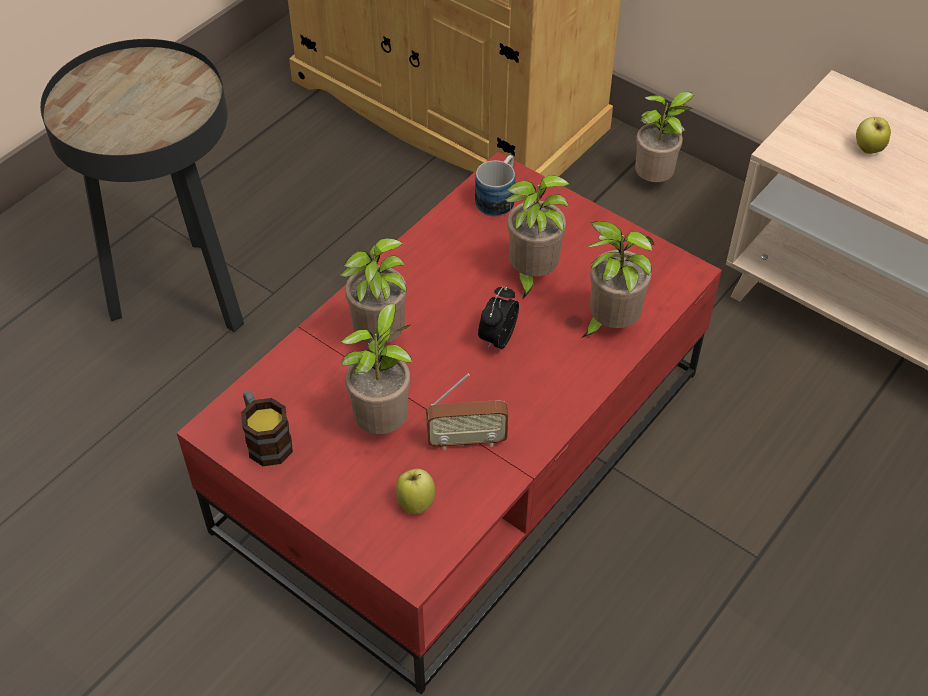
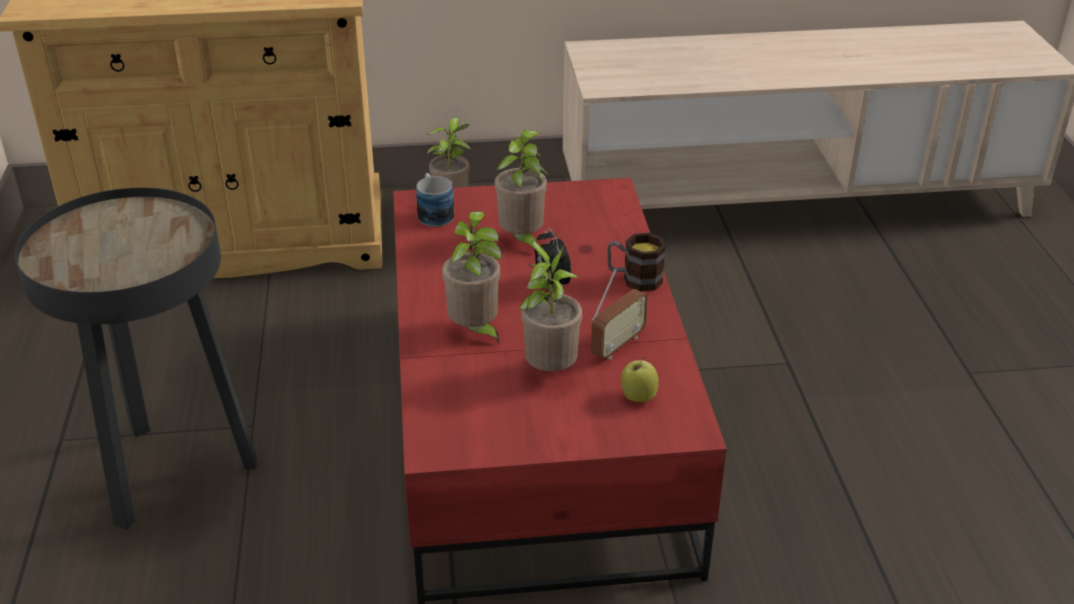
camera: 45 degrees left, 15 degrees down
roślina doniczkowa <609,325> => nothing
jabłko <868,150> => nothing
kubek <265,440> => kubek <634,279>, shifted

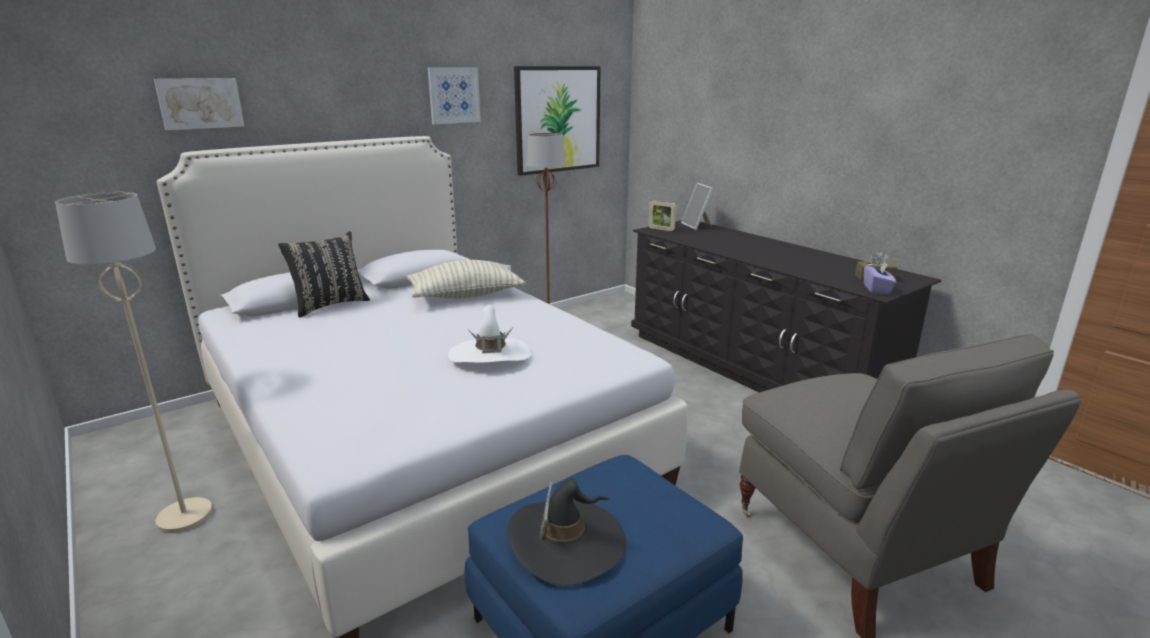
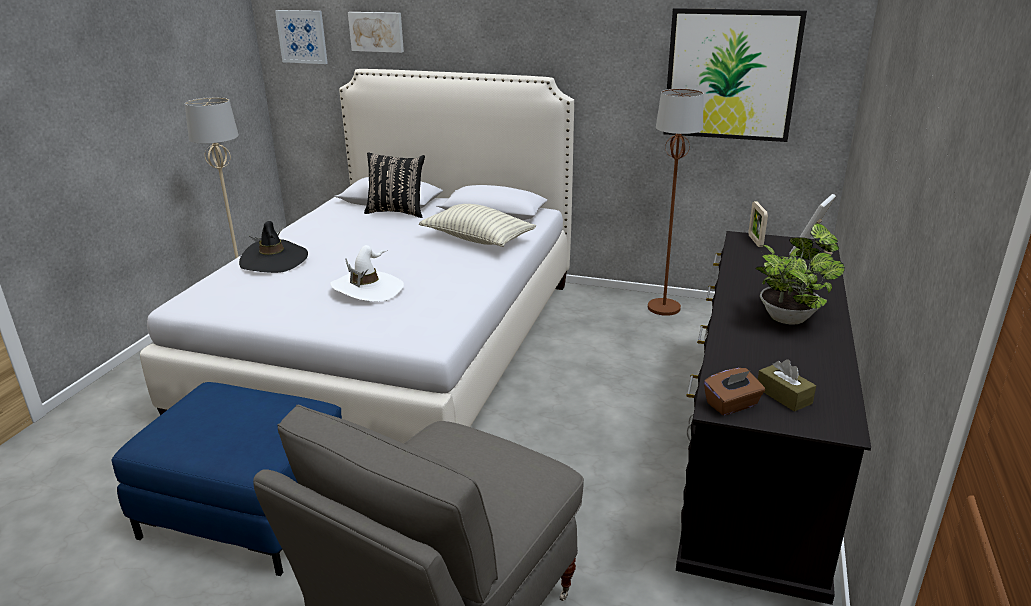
camera: 55 degrees right, 5 degrees up
nothing => roślina doniczkowa <789,317>
obraz <454,95> => obraz <302,36>, shifted
kapelusz (czarny) <567,542> => kapelusz (czarny) <274,260>, shifted
pudełko chusteczek (fioletowy) <877,289> => pudełko chusteczek (brązowy) <732,405>

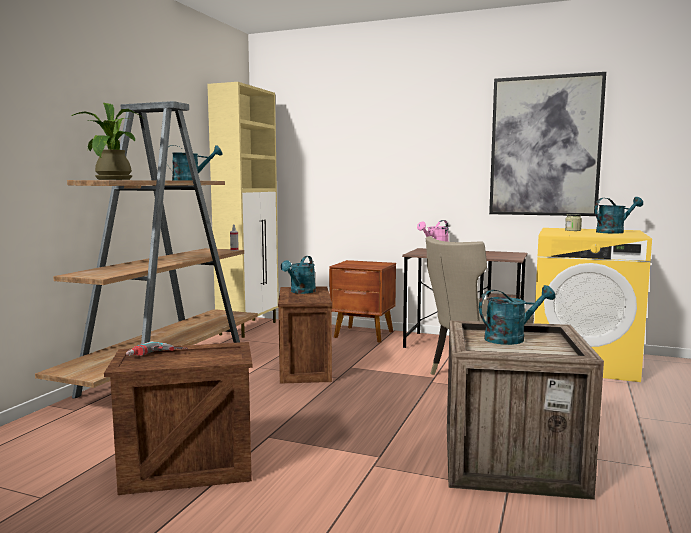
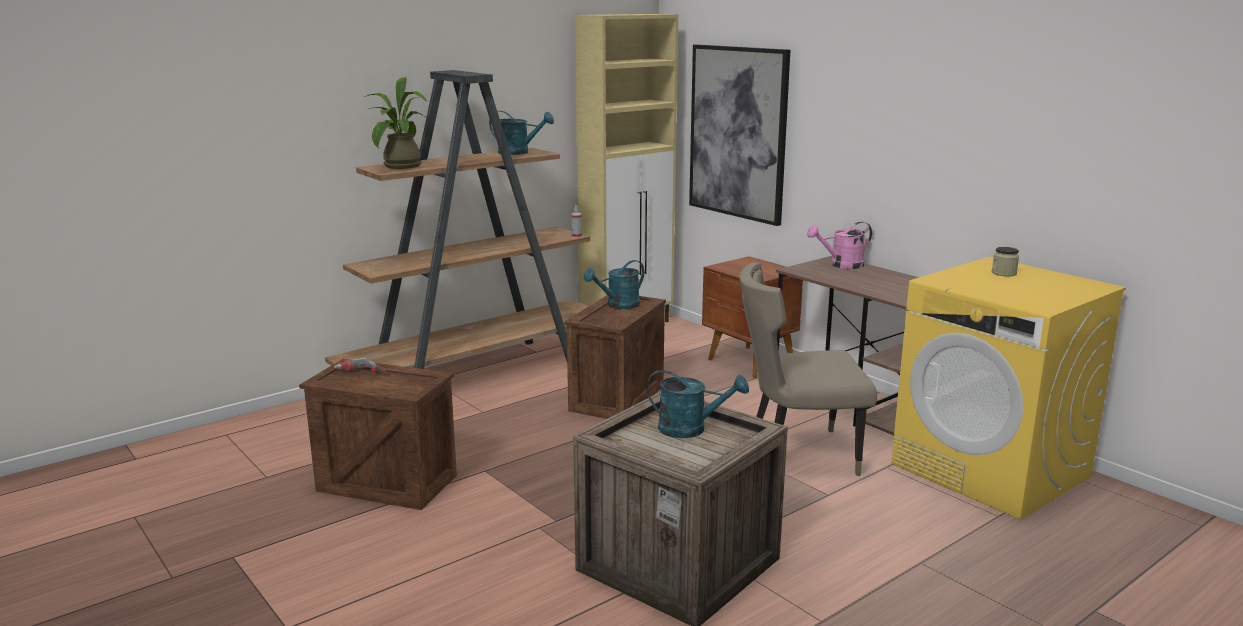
camera: 30 degrees right, 10 degrees up
konewka (turkusowy) <614,232> => nothing
obraz <545,146> => obraz <738,132>, shifted

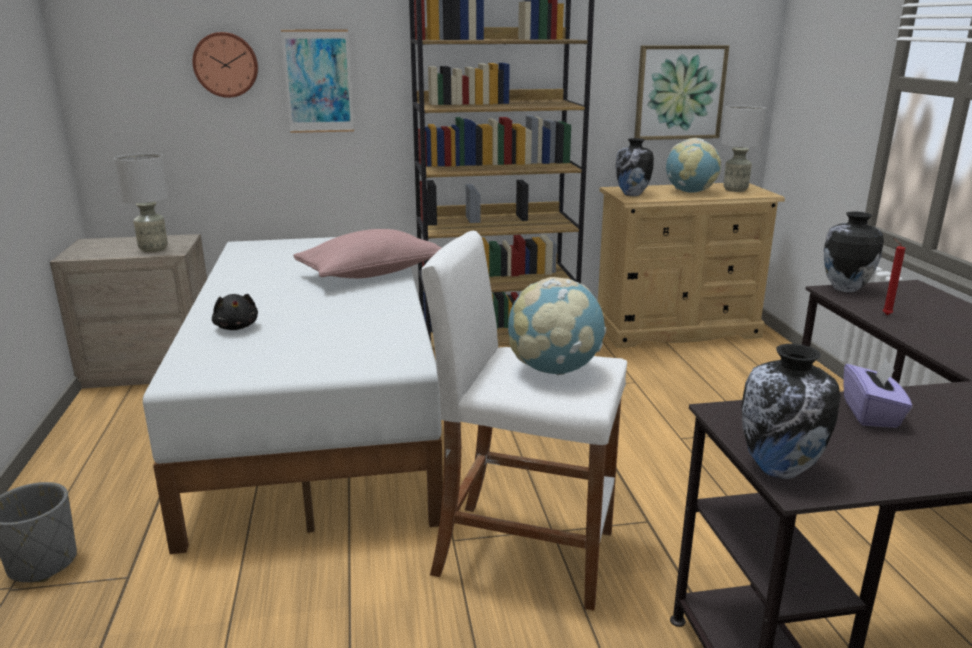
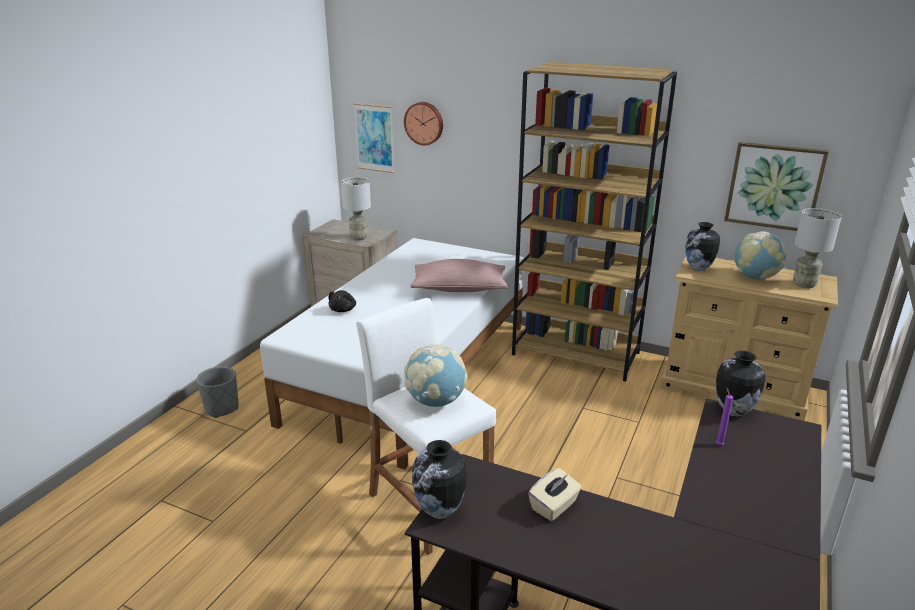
camera: 35 degrees right, 5 degrees up
obraz <318,81> => obraz <374,138>, shifted
pudełko chusteczek (fioletowy) <871,414> => pudełko chusteczek (beżowy) <554,506>
świeca (czerwony) <885,314> => świeca (fioletowy) <718,444>

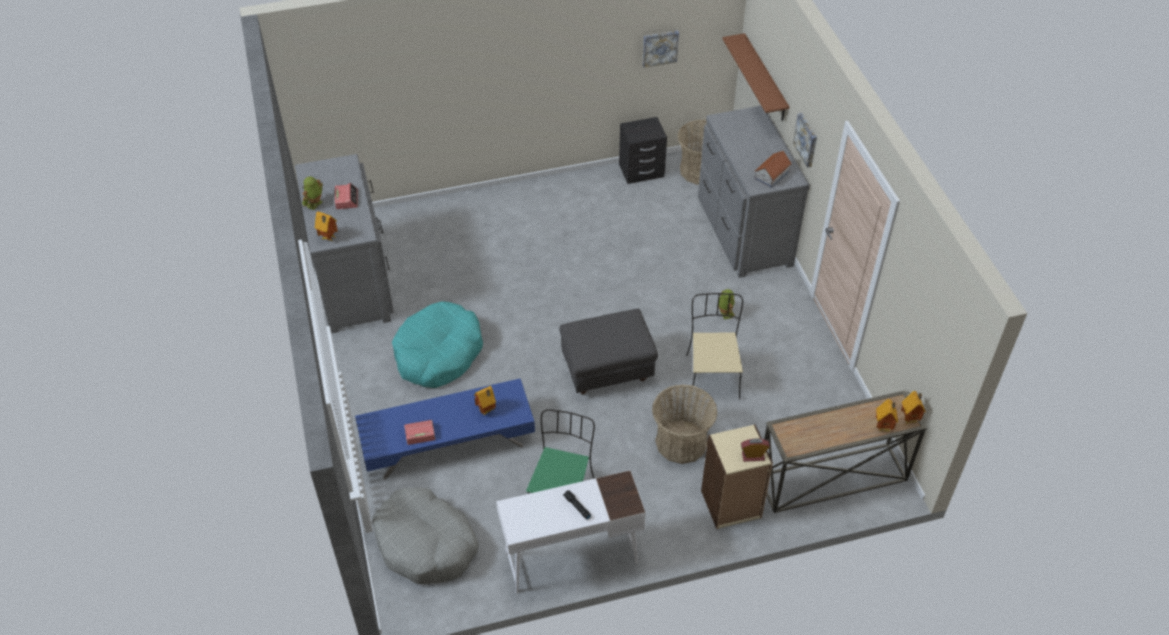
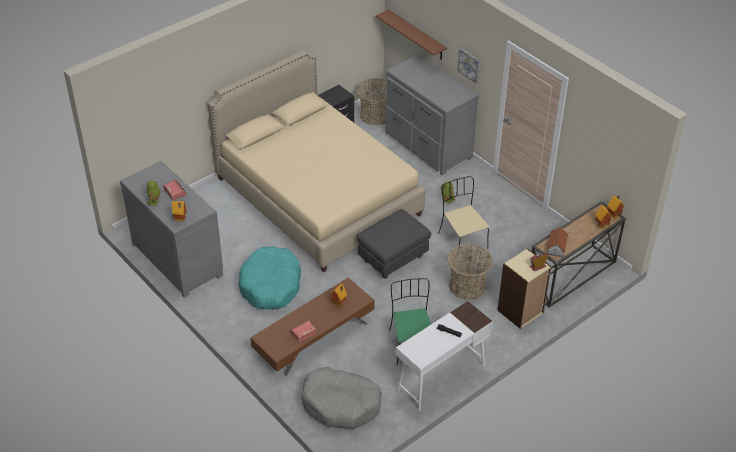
camera: 25 degrees left, 5 degrees down
obraz <659,47> => nothing
nothing => łóżko (beżowy) <318,196>
domek <771,175> => domek <556,247>, shifted
ława (niebieski) <447,442> => ława (brązowy) <314,338>

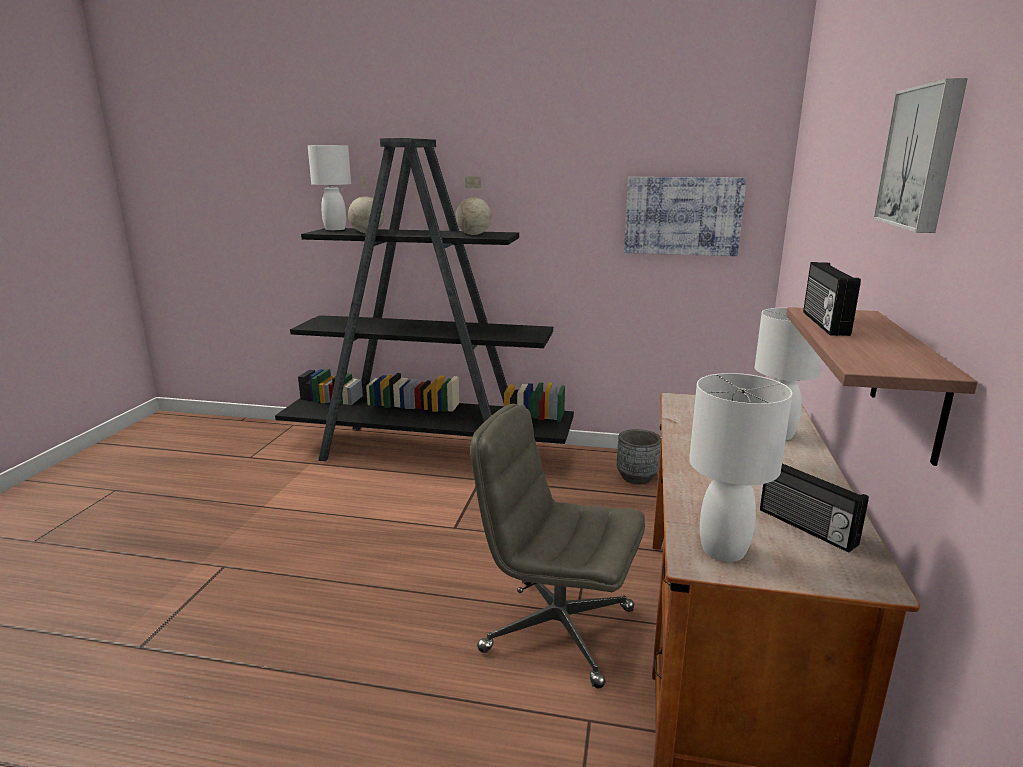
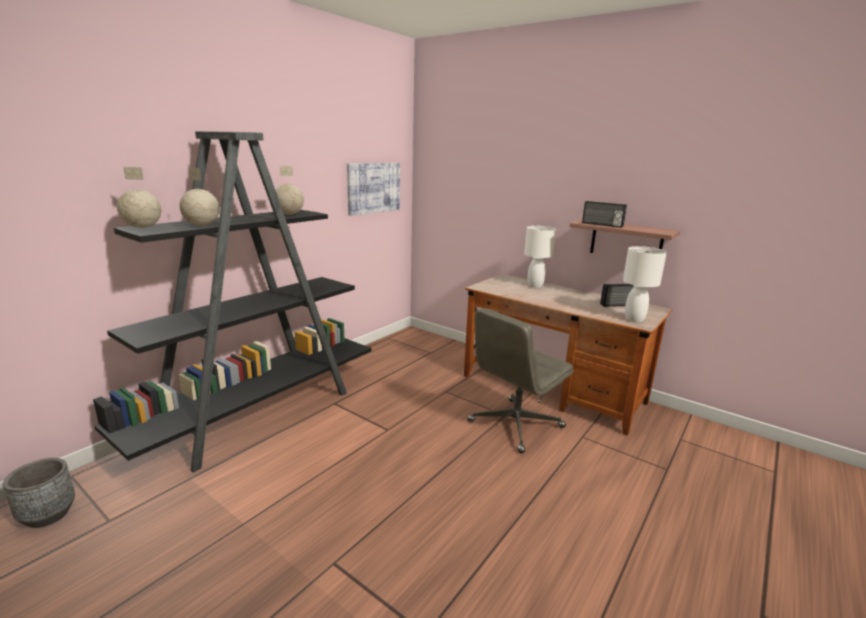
camera: 65 degrees left, 0 degrees up
obraz <923,157> => nothing
donica (szary) <636,477> => donica (szary) <48,515>, shifted
lampa stołowa (biały) <335,229> => globus <143,227>

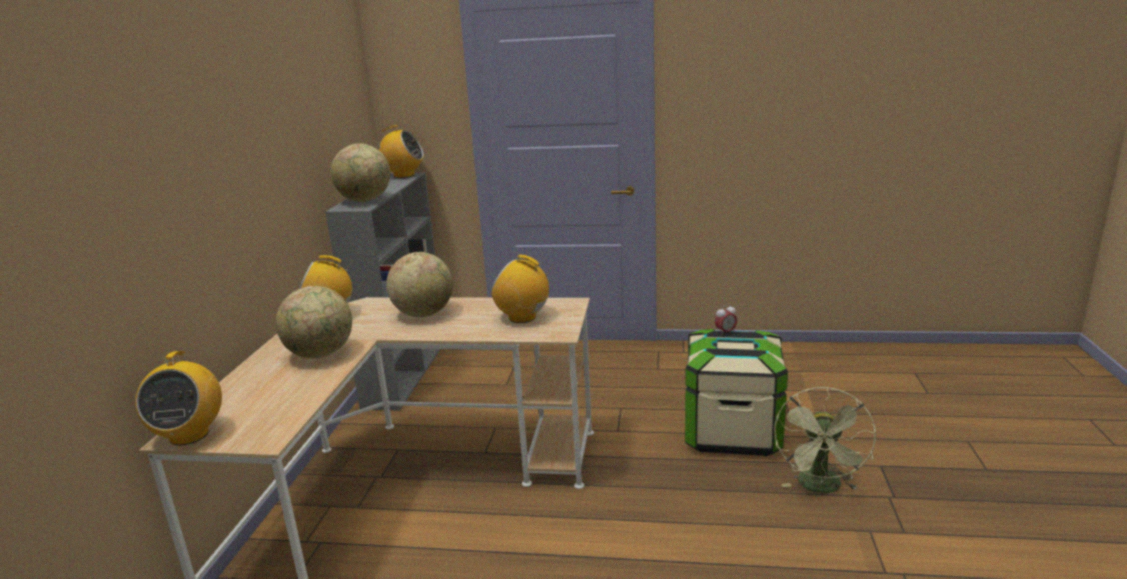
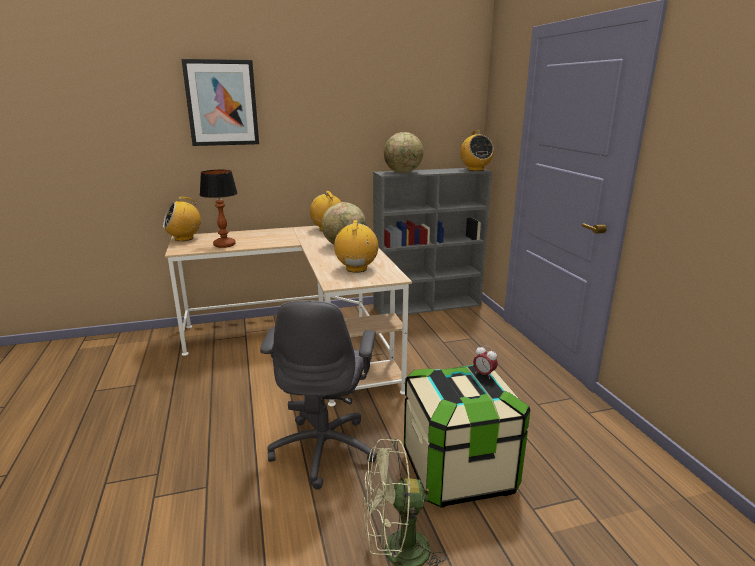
camera: 65 degrees right, 0 degrees up
globus <321,354> => nothing
nothing => obraz <222,103>
nothing => lampa stołowa <224,245>
nothing => krzesło biurowe (szary) <324,448>

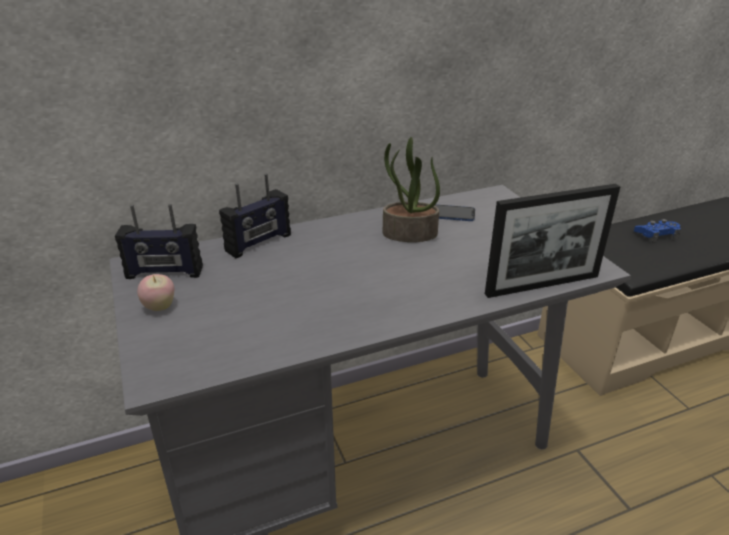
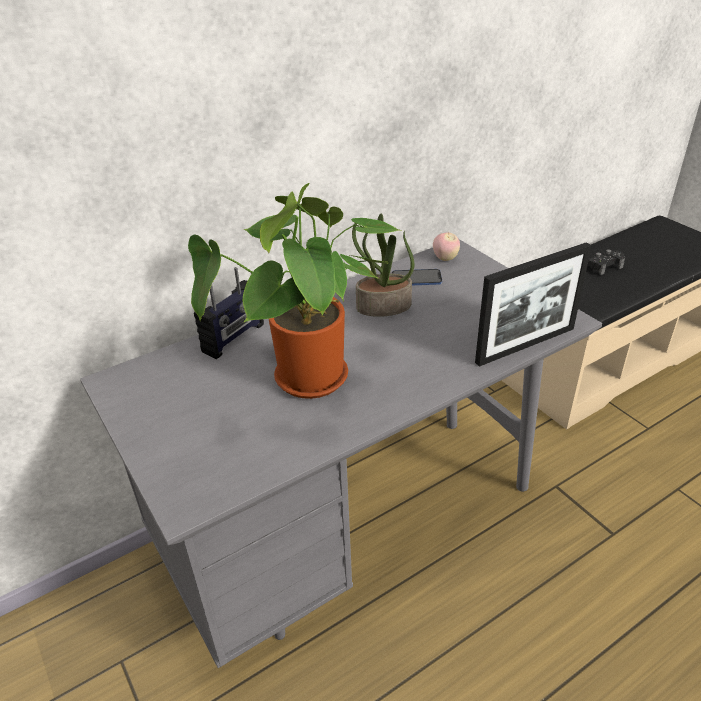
camera: 10 degrees left, 5 degrees up
radio <164,273> => nothing
nothing => roślina doniczkowa <313,384>
jabłko <159,307> => jabłko <445,258>, shifted
pad do gier (niebieski) <656,235> => pad do gier (czarny) <602,266>

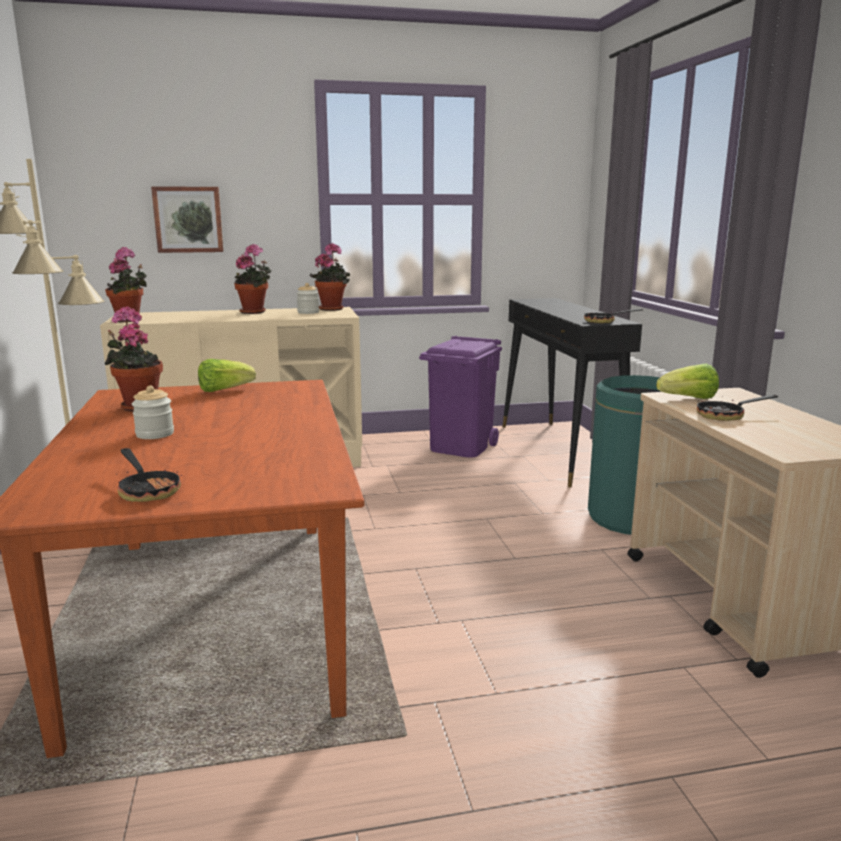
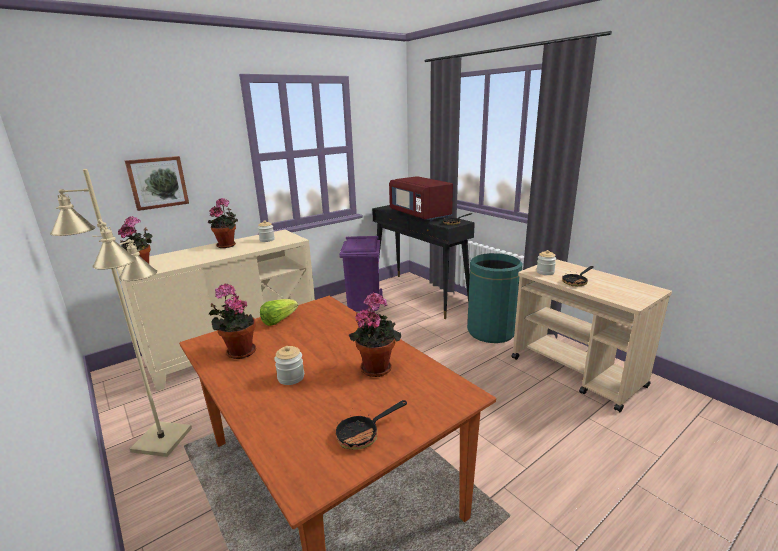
camera: 25 degrees left, 5 degrees up
nothing => mikrofalówka (czerwony) <420,215>
roślina doniczkowa <332,309> => roślina doniczkowa <376,367>, shifted
sałata <689,399> => słoik <545,272>
patelnia <148,490> => patelnia <364,434>, 120 degrees clockwise

